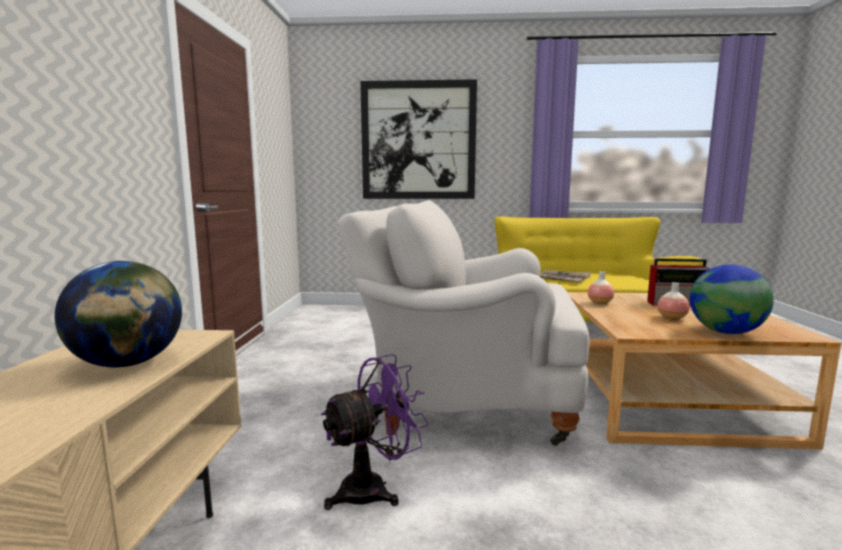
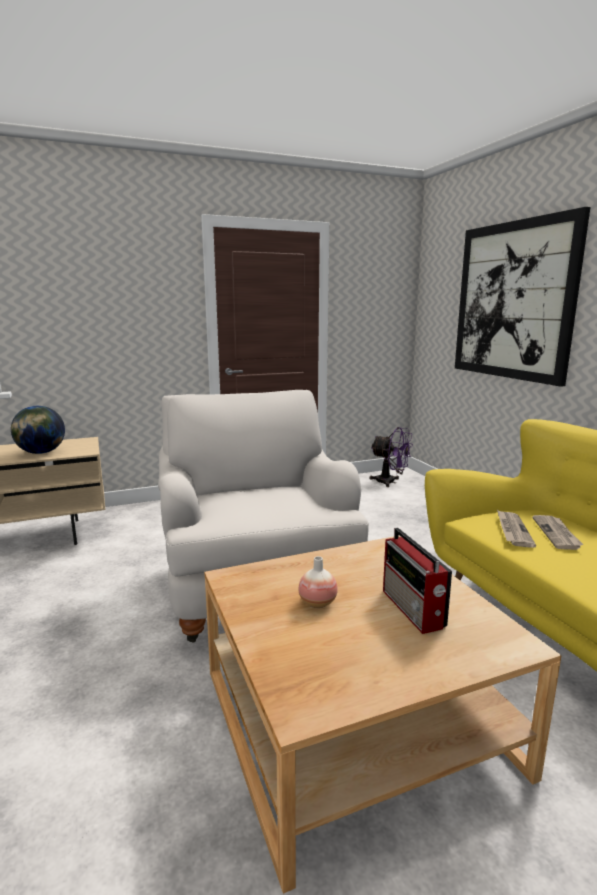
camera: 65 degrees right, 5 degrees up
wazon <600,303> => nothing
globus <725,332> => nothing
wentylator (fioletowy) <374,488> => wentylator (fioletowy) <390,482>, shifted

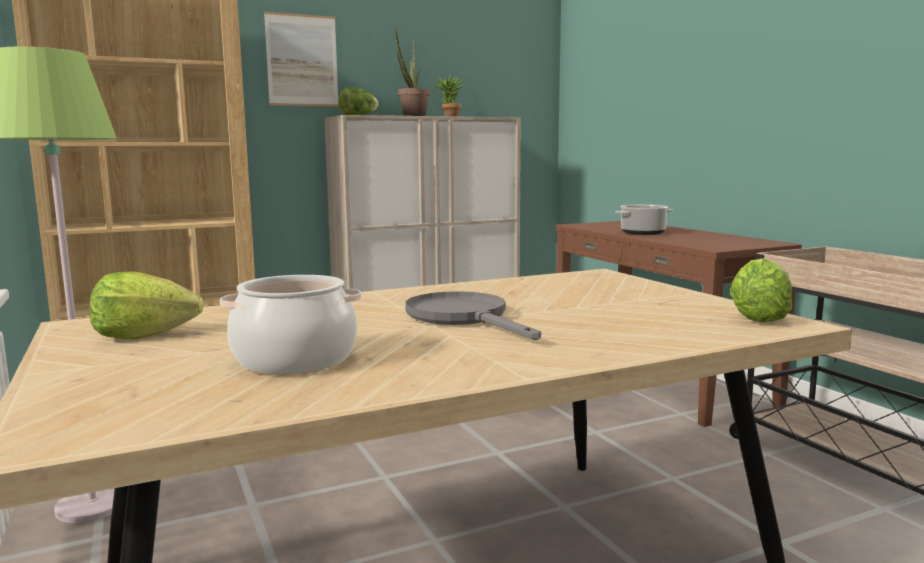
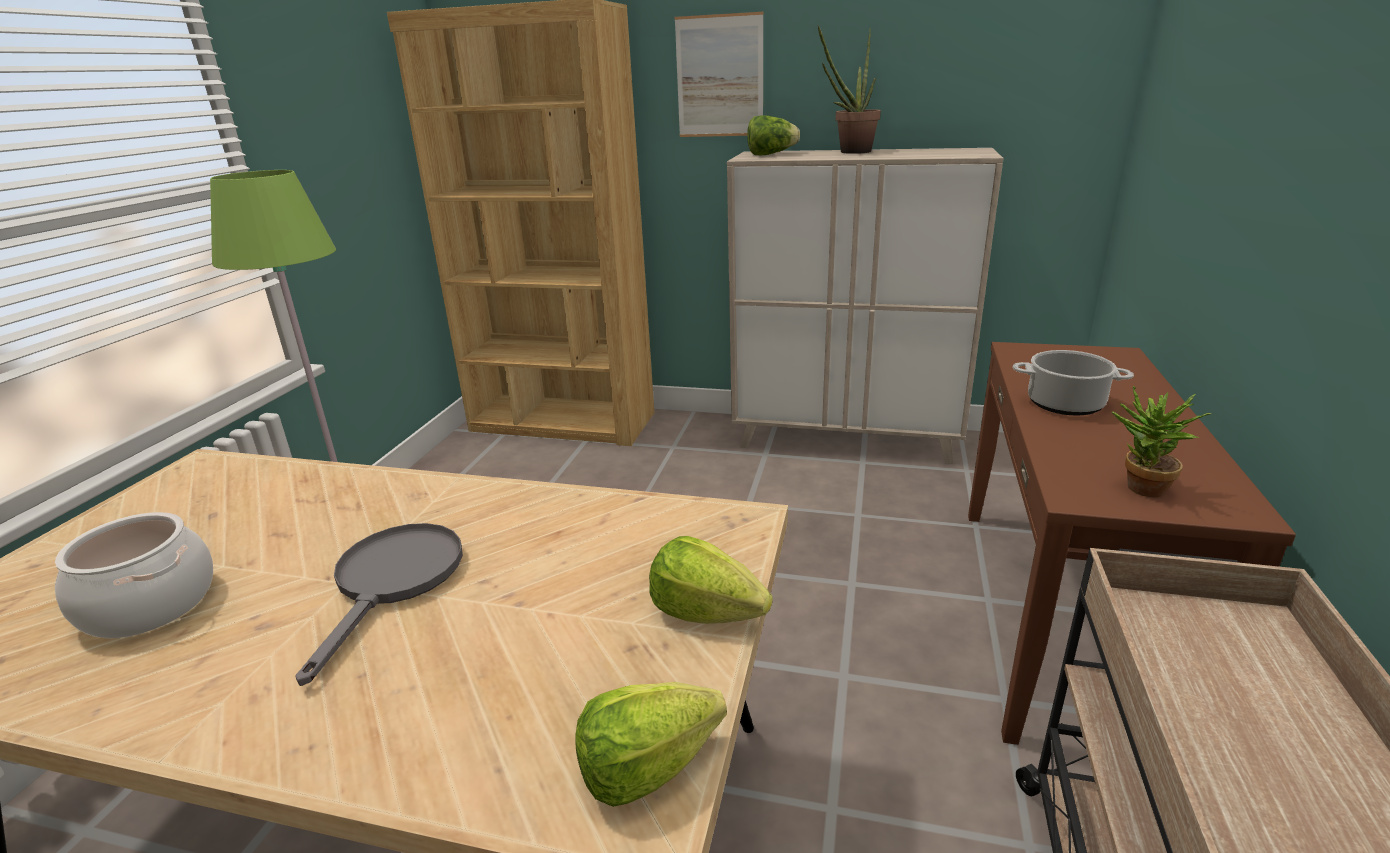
camera: 40 degrees right, 15 degrees up
sałata <144,335> => sałata <706,612>, shifted
roślina doniczkowa <449,117> => roślina doniczkowa <1139,490>, shifted

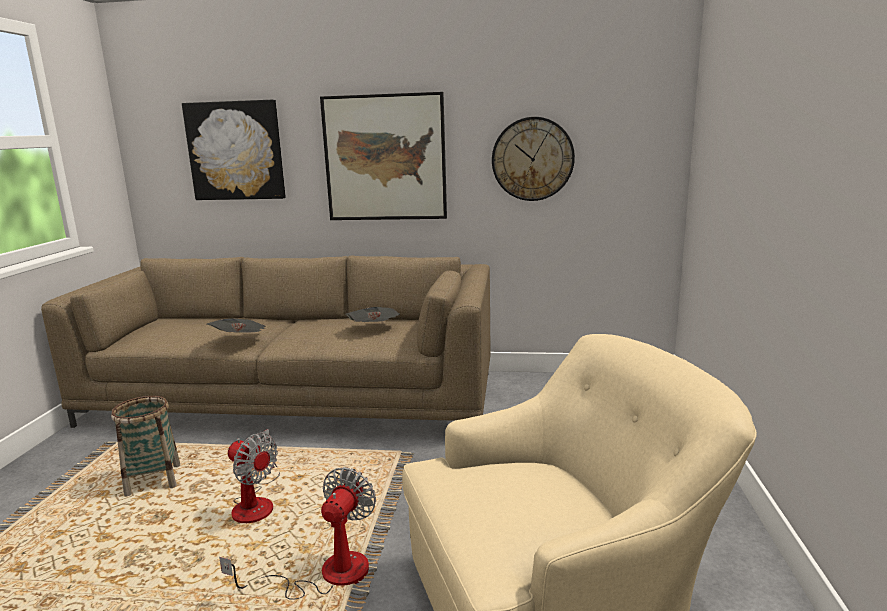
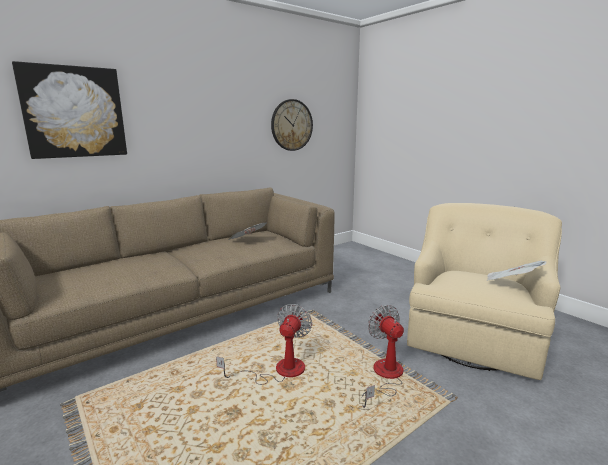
camera: 45 degrees left, 0 degrees up
koszyk <153,480> => nothing
obraz <385,158> => nothing
gazeta <240,341> => gazeta <511,283>, shifted
wentylator <256,502> => wentylator <279,371>, 60 degrees counterclockwise

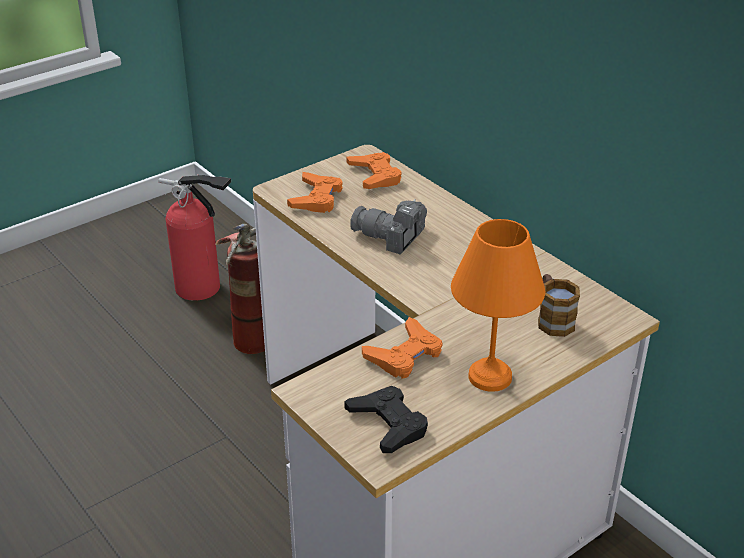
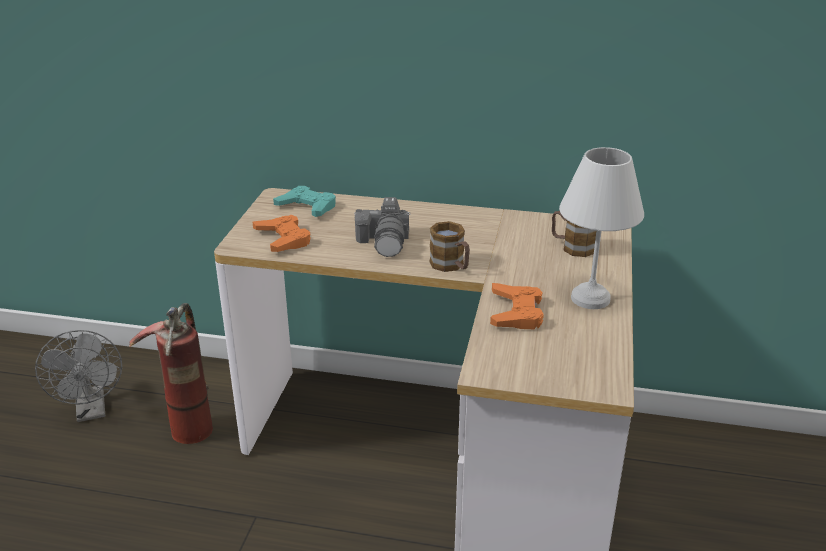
camera: 40 degrees left, 5 degrees down
pad do gier (czarny) <388,424> => nothing
nothing => kubek <451,266>
gaśnica <202,288> => wentylator (szary) <92,411>
pad do gier (pomarańczowy) <375,176> => pad do gier (turkusowy) <307,207>
lampa stołowa (pomarańczowy) <487,376> => lampa stołowa (biały) <588,299>
aparat fotograficzny <391,237> => aparat fotograficzny <385,242>, 75 degrees counterclockwise

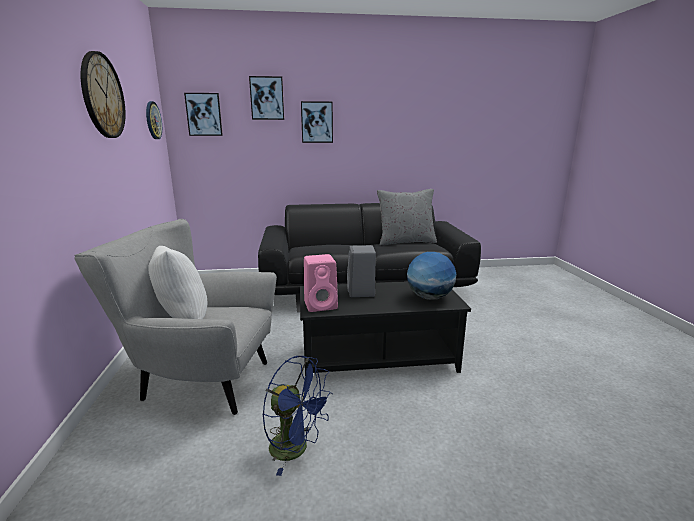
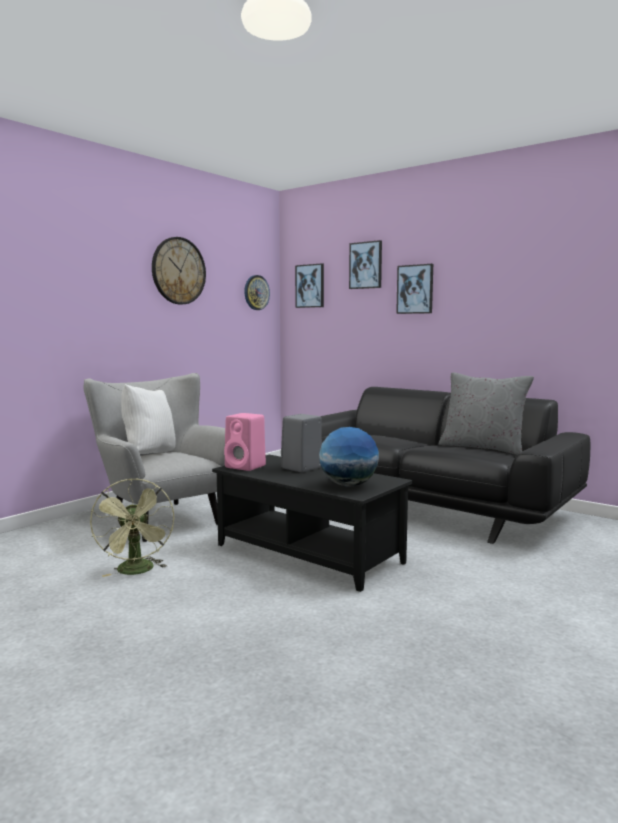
camera: 45 degrees right, 10 degrees down
wentylator (niebieski) <296,449> => wentylator (zielony) <137,571>

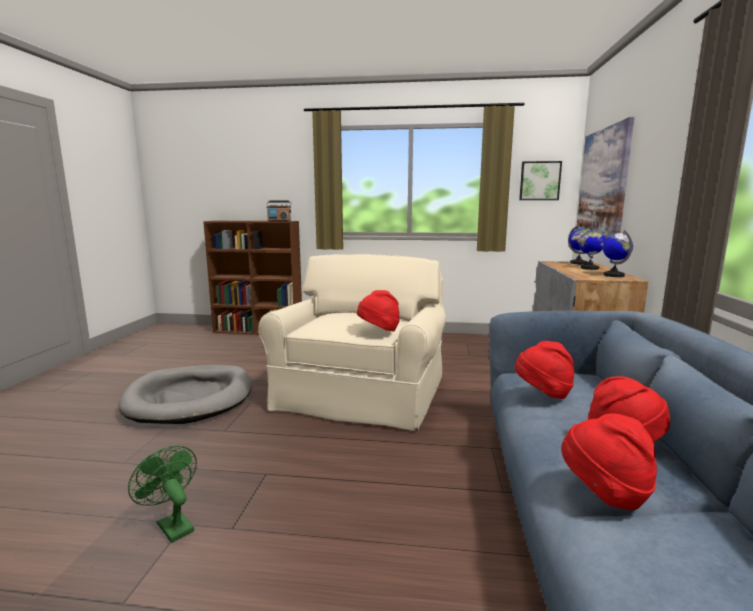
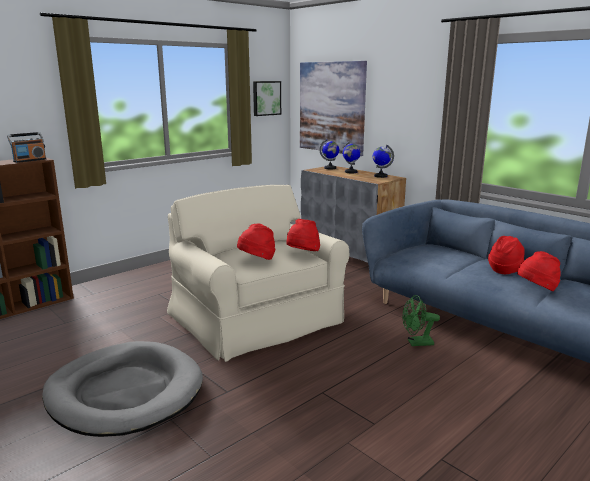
camera: 50 degrees left, 5 degrees up
wentylator (zielony) <172,525> => wentylator (zielony) <416,343>, shifted
kapelusz (czerwony) <542,394> => kapelusz (czerwony) <257,260>, shifted

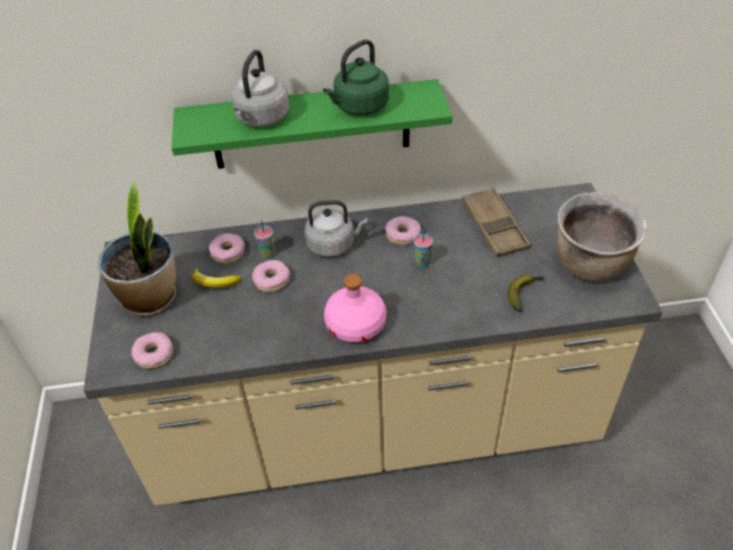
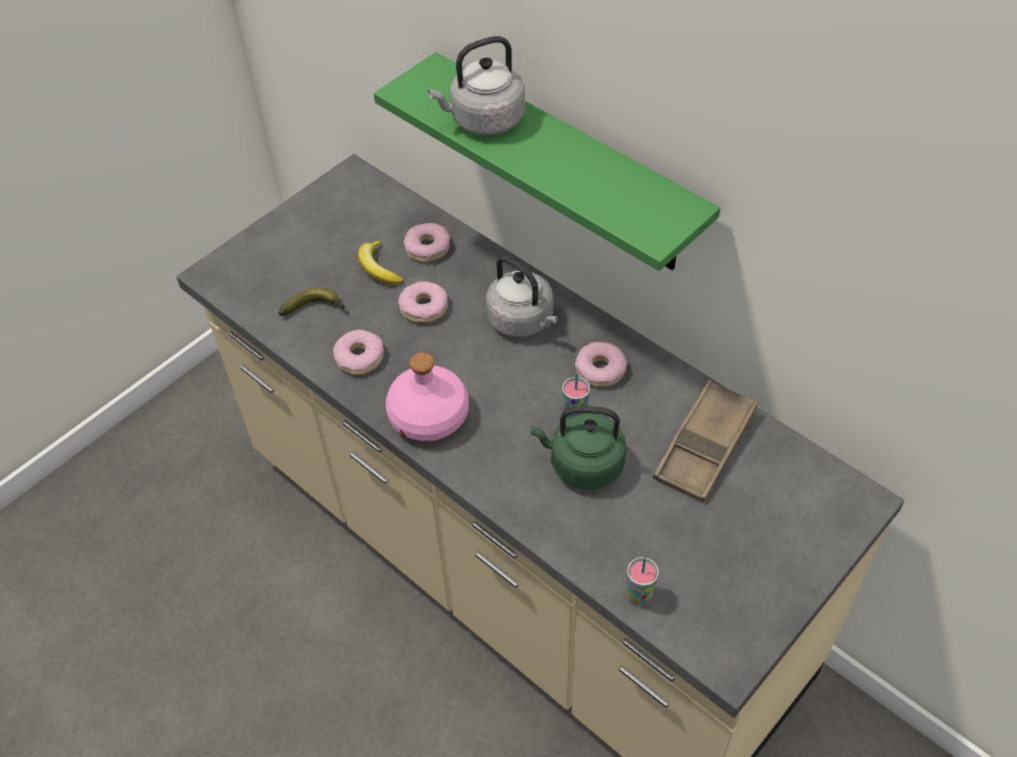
camera: 50 degrees right, 5 degrees up
roślina doniczkowa <151,297> => nothing
garnek (brązowy) <590,265> => nothing
donut <154,354> => donut <360,357>, shifted
filiżanka <267,254> => filiżanka <639,595>, shifted
czajnik (zielony) <359,107> => czajnik (zielony) <582,464>, shifted
banan <524,293> => banan <315,308>, shifted

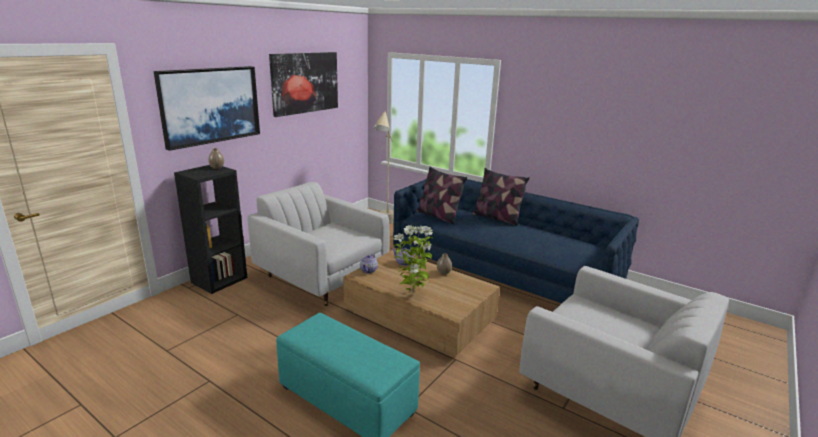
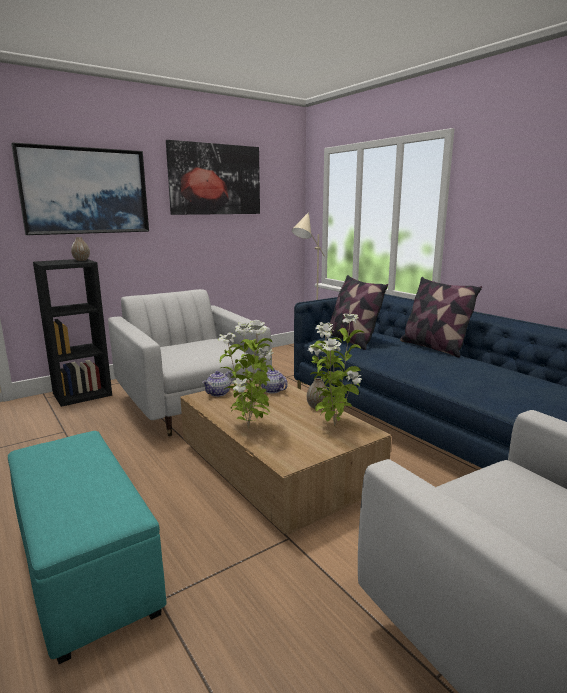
camera: 20 degrees right, 5 degrees down
nothing => roślina doniczkowa <332,425>

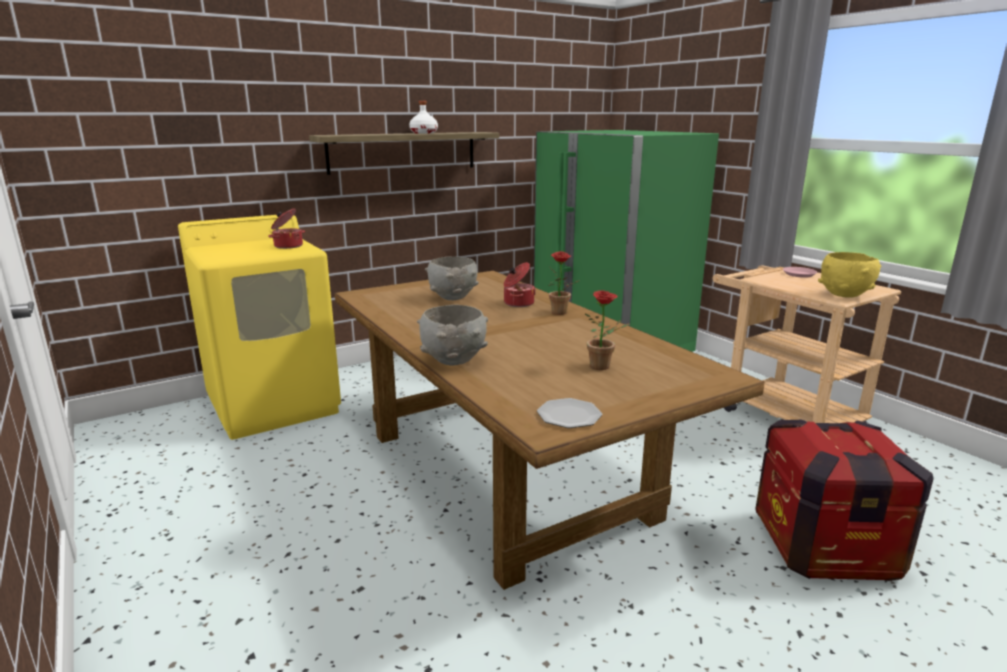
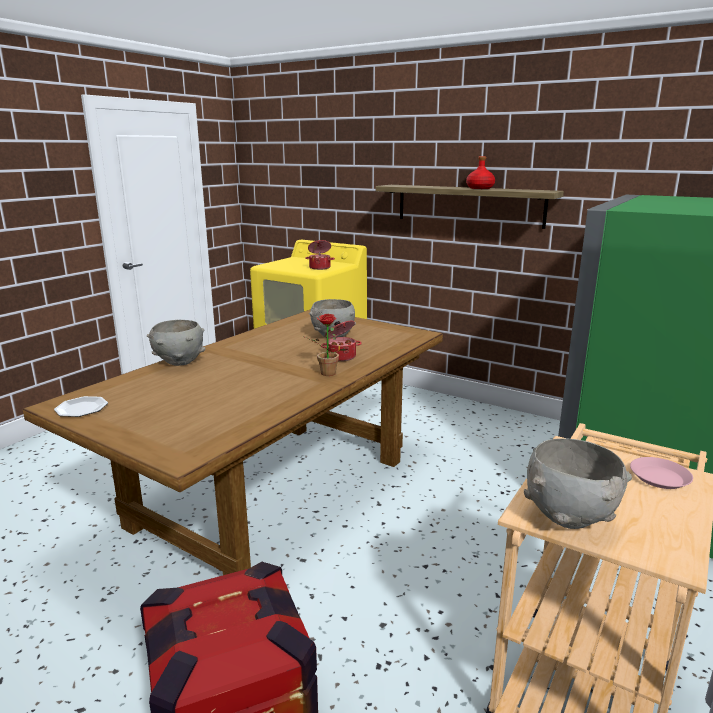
camera: 65 degrees right, 0 degrees up
roślina doniczkowa <604,367> => nothing
butelka (biały) <424,133> => butelka (czerwony) <480,188>
miska (żółty) <845,295> => miska (szary) <568,518>

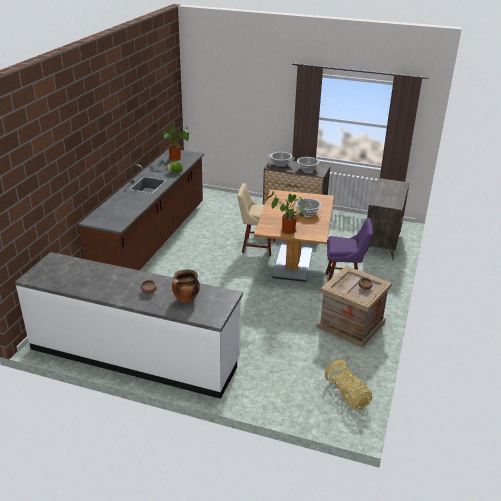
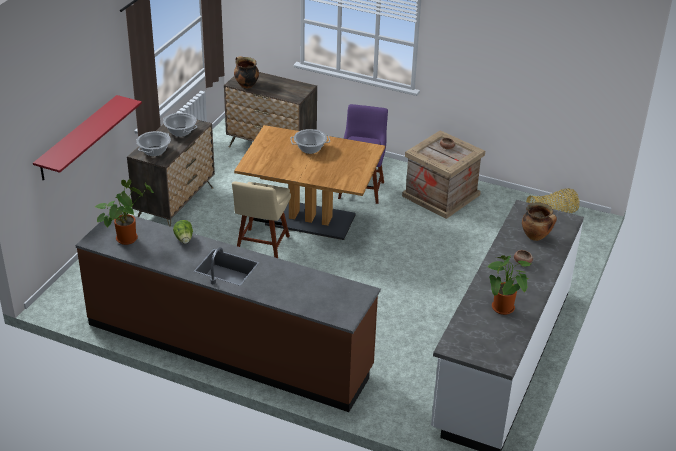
camera: 85 degrees left, 5 degrees up
nothing => półka (czerwony) <78,138>
nothing => garnek <246,85>
roślina doniczkowa <287,231> => roślina doniczkowa <504,310>, shifted

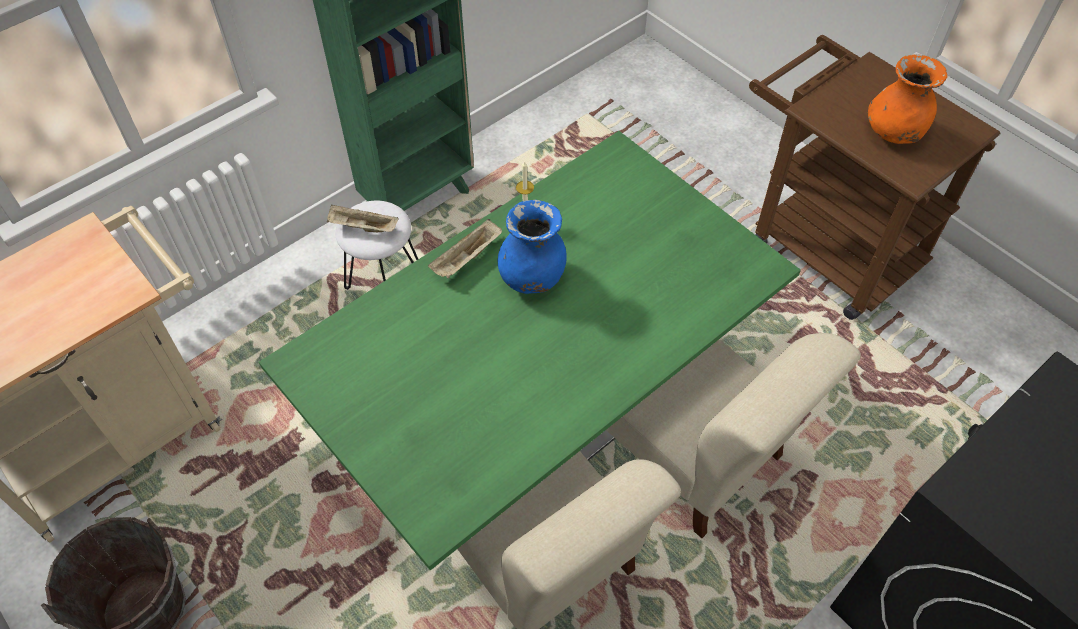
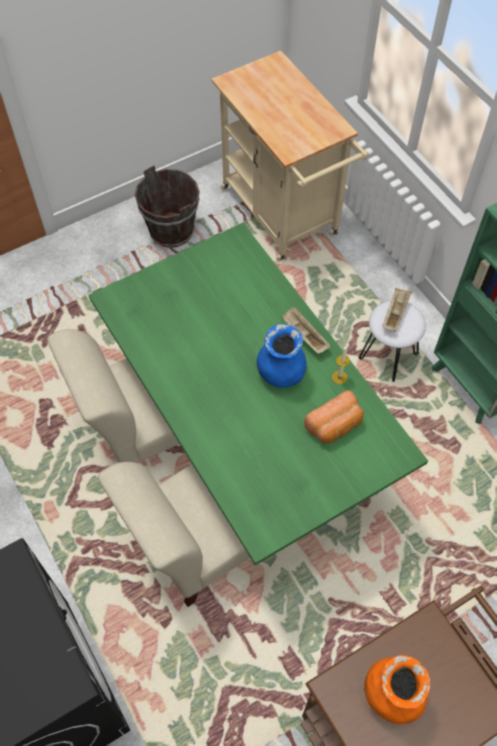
camera: 100 degrees right, 5 degrees up
nothing => chleb <335,426>

